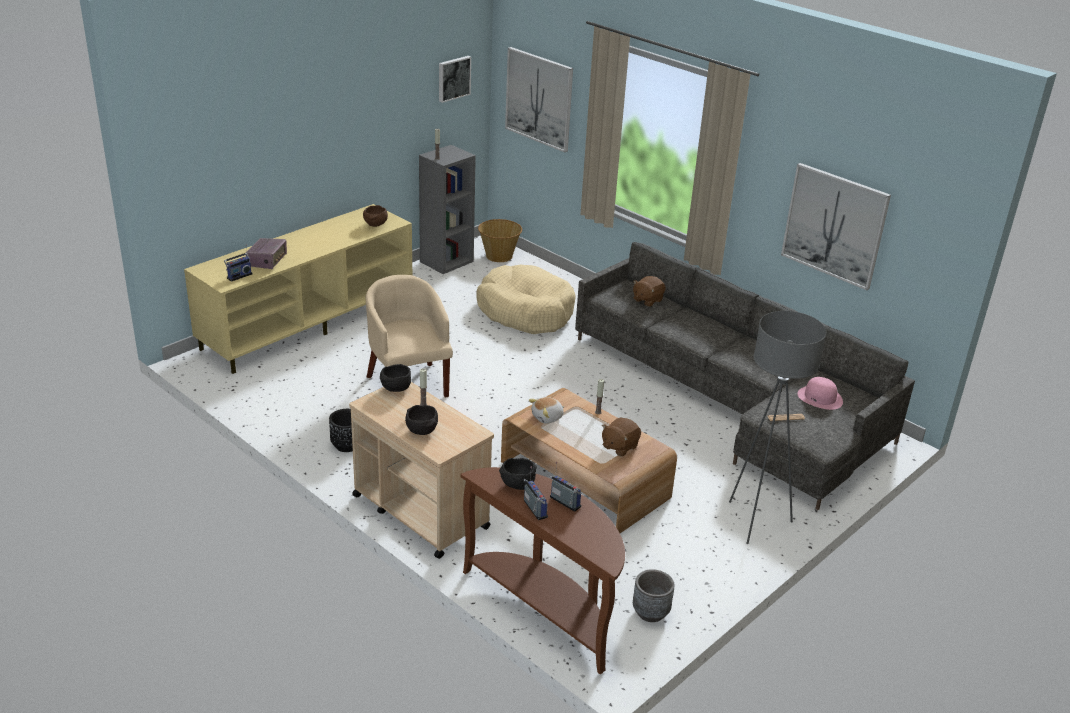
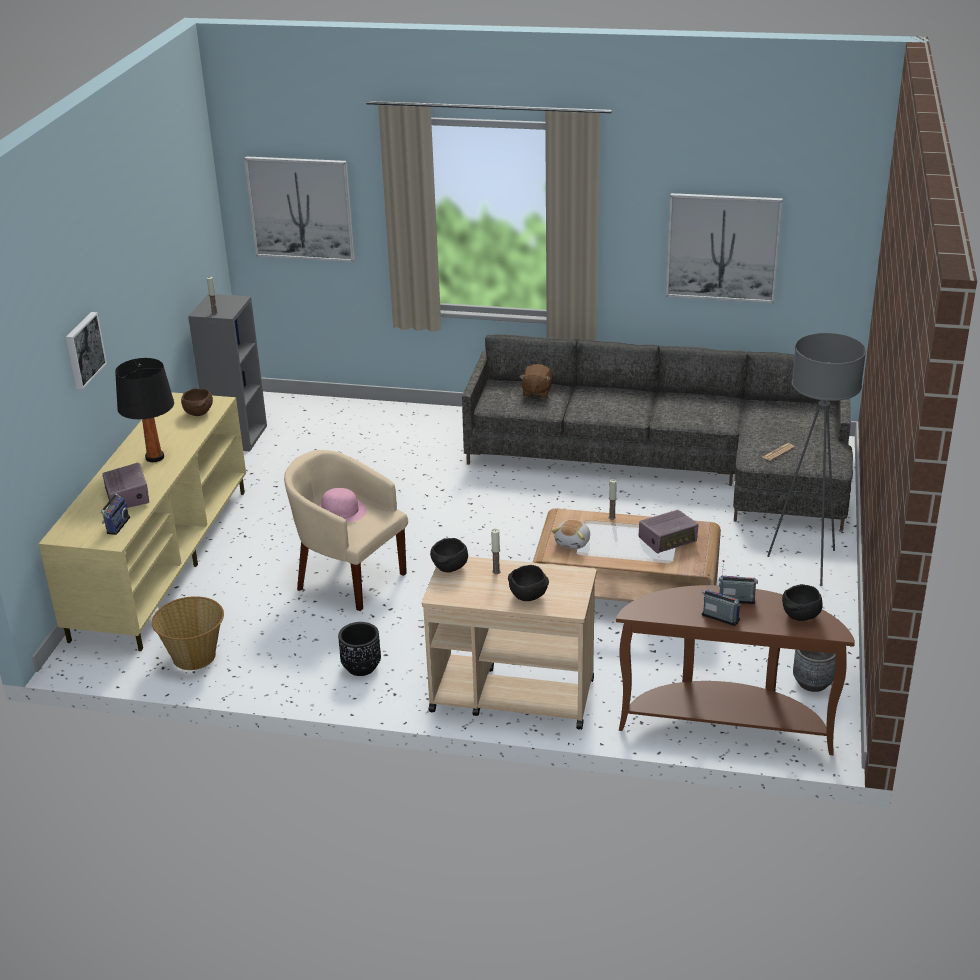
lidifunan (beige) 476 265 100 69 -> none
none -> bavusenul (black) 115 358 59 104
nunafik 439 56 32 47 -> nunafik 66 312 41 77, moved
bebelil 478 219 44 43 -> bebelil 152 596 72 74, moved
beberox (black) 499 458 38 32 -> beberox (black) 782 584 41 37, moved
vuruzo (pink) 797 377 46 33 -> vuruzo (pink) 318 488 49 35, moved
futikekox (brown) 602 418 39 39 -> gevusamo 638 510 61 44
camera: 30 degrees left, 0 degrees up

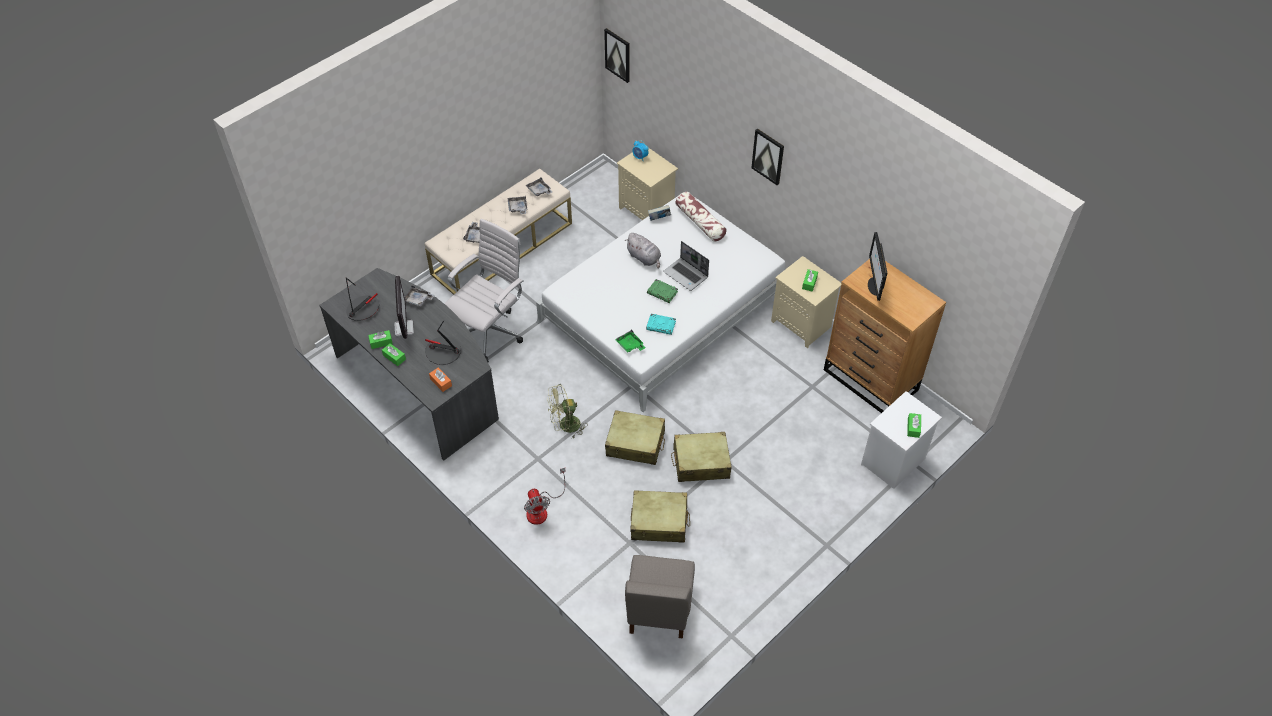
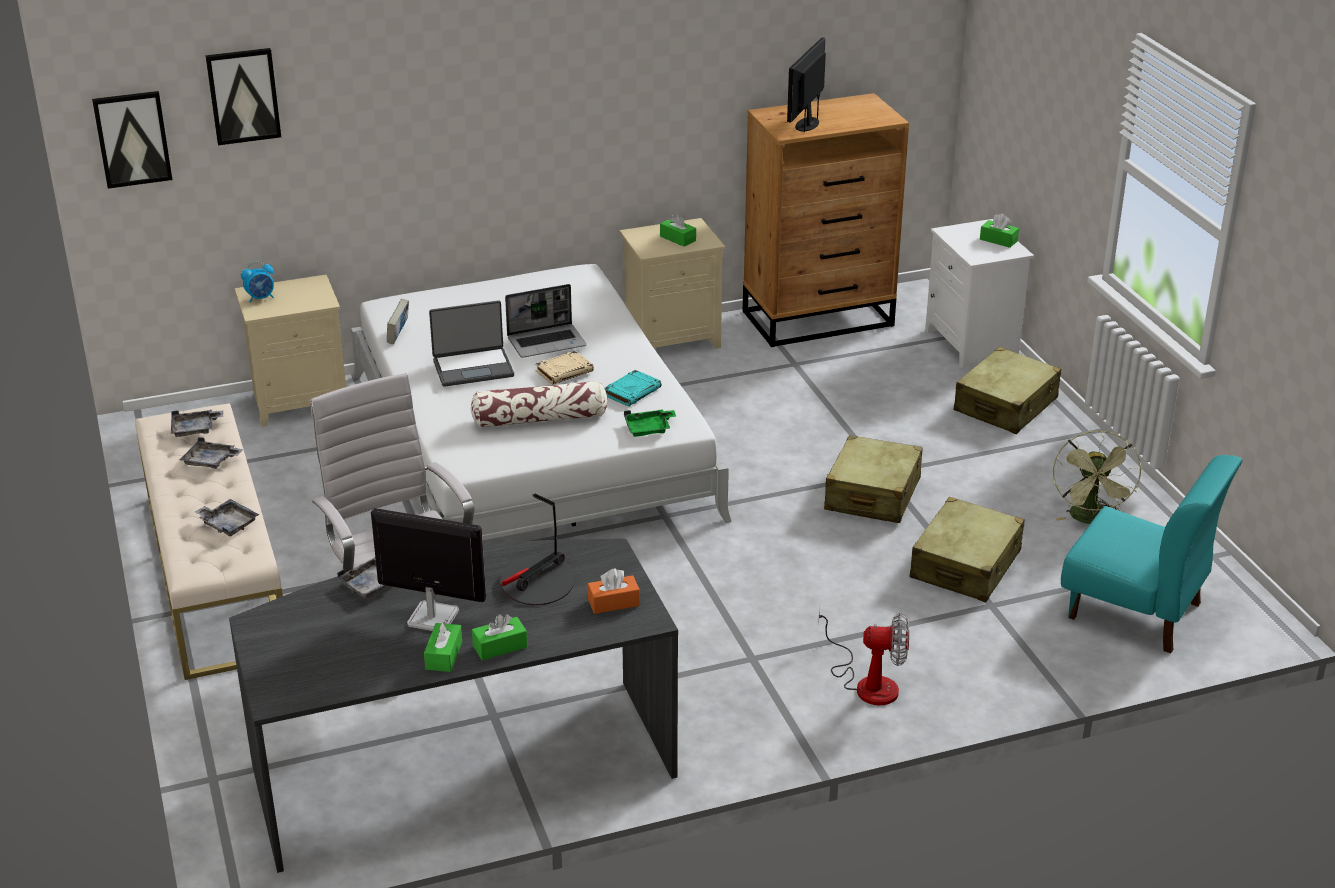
bavusenul 346 277 33 44 -> none
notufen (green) 547 384 41 54 -> notufen (green) 1053 430 89 94, moved
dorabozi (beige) 605 410 60 55 -> dorabozi (beige) 954 347 107 87, moved
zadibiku 675 192 52 50 -> zadibiku 471 381 136 47, moved
nunafik 751 128 33 57 -> nunafik 205 48 76 97, moved
futikekox (grey) 625 233 36 36 -> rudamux 429 300 85 87
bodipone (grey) 625 555 70 84 -> bodipone (turquoise) 1061 455 182 198
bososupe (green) 647 279 31 24 -> bososupe (beige) 535 351 59 34
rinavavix 868 232 19 69 -> rinavavix 787 37 39 95, 90 degrees clockwise
camera: 65 degrees left, 20 degrees down

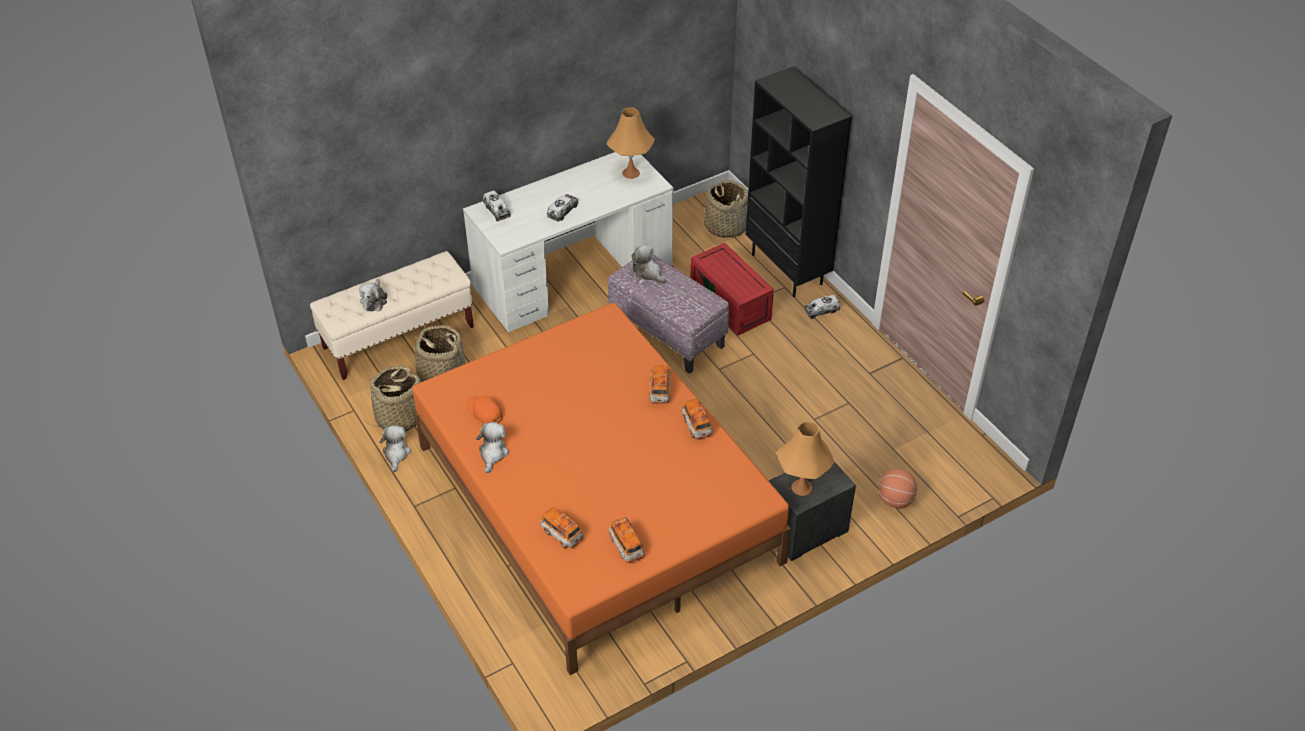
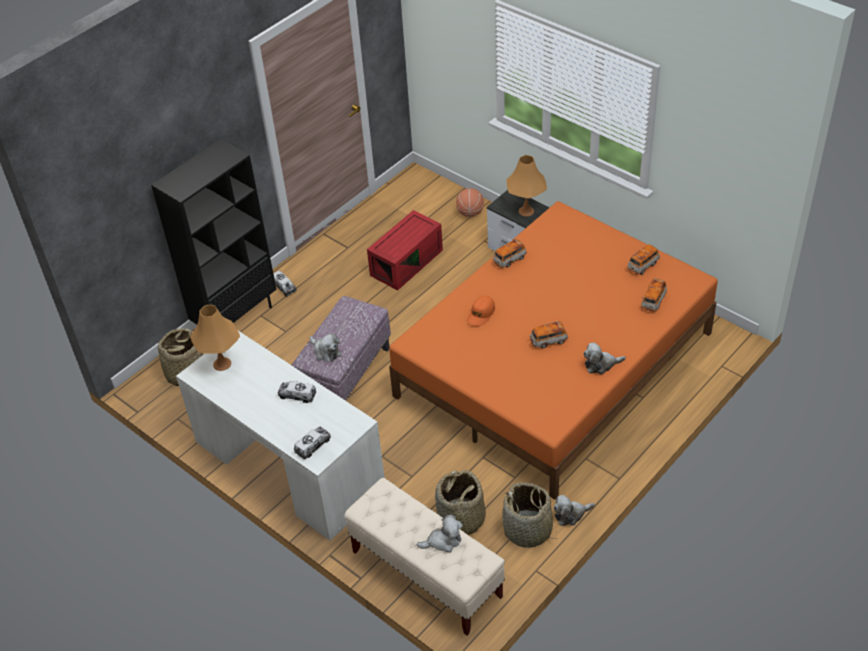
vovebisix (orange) 467 395 36 29 -> vovebisix (orange) 467 296 28 30, moved
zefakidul 649 365 22 39 -> zefakidul 530 321 38 27, moved
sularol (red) 690 243 84 93 -> sularol (red) 367 210 76 81, moved
futikekox 632 245 34 39 -> futikekox 310 334 31 28, 75 degrees counterclockwise
camera: 105 degrees left, 0 degrees up

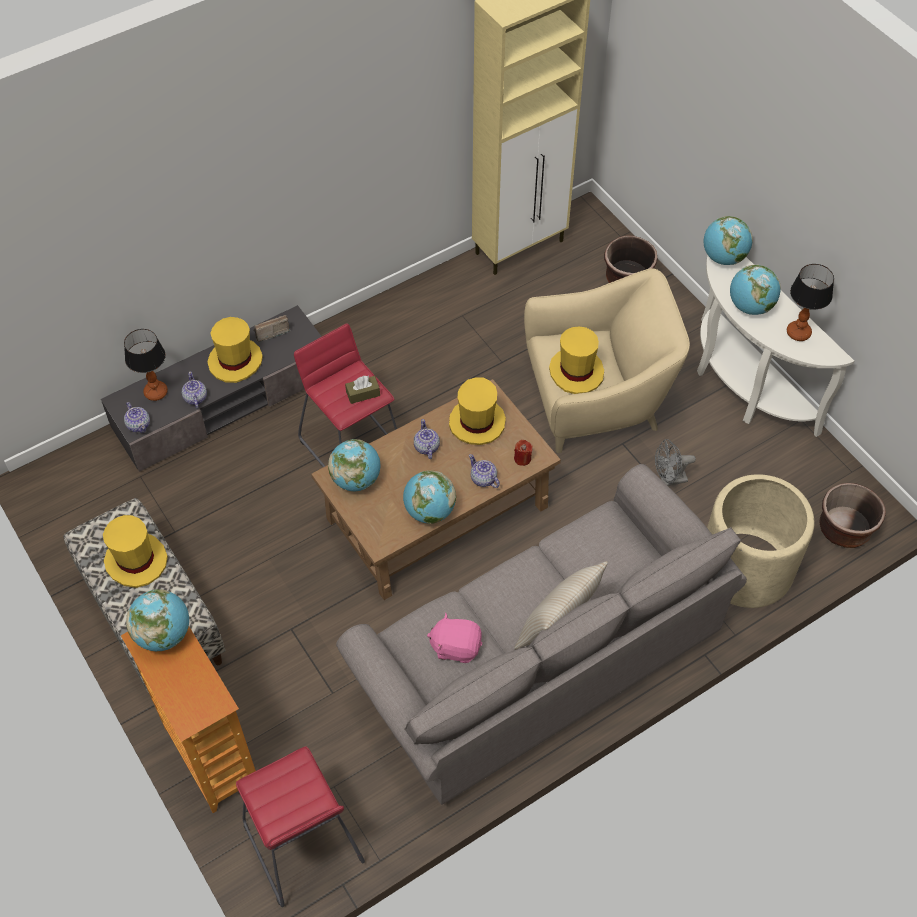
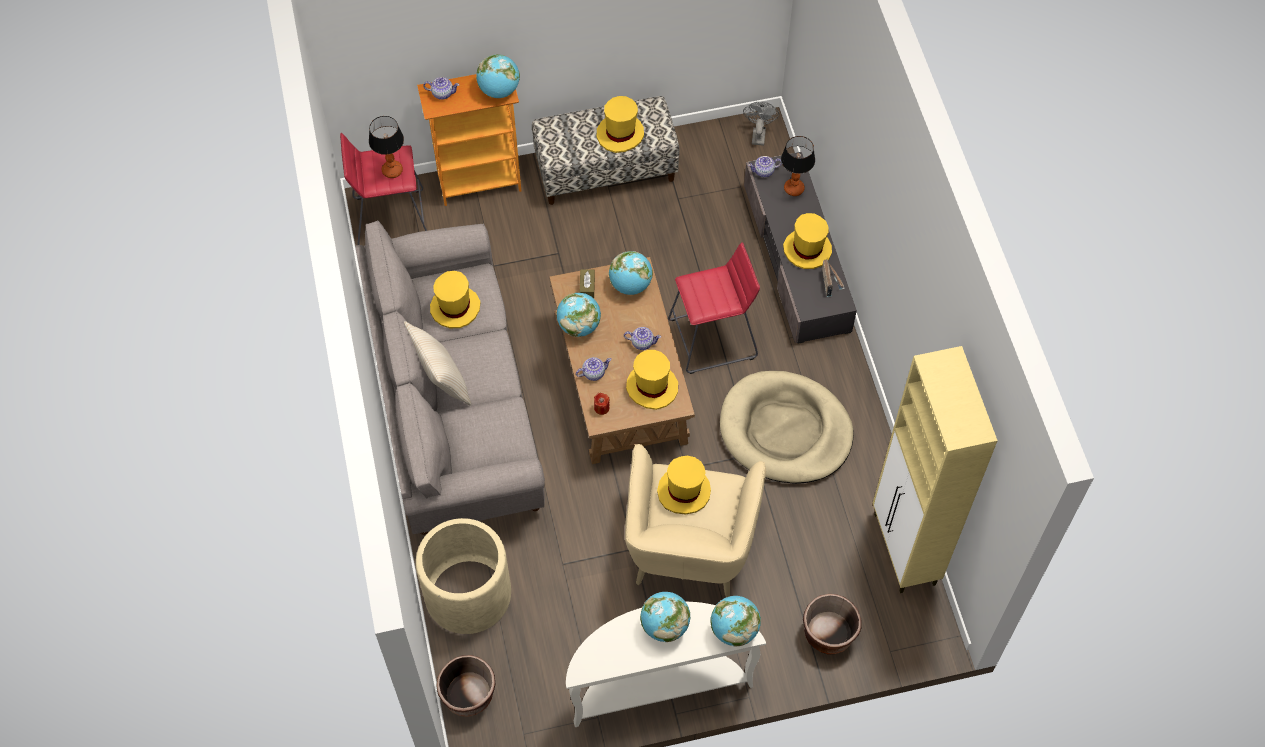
none -> lidifunan (beige) 720 371 134 113
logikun 182 371 25 38 -> logikun 423 77 36 23, moved
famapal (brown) 345 375 35 29 -> famapal (brown) 580 269 15 29, moved
notufen (grey) 655 439 41 47 -> notufen (grey) 743 102 36 44, moved
bavusenul 787 264 47 77 -> bavusenul 369 116 35 62, moved
futikekox (pink) 427 612 55 51 -> vuruzo (yellow) 430 271 50 57
camera: 110 degrees right, 5 degrees up

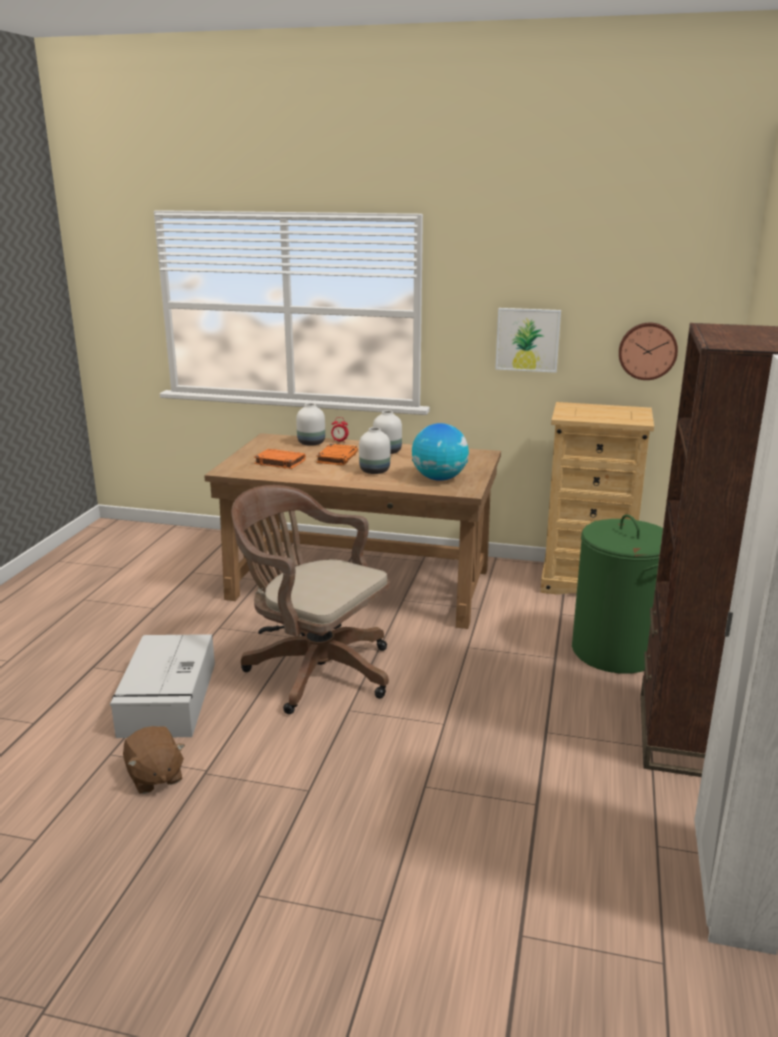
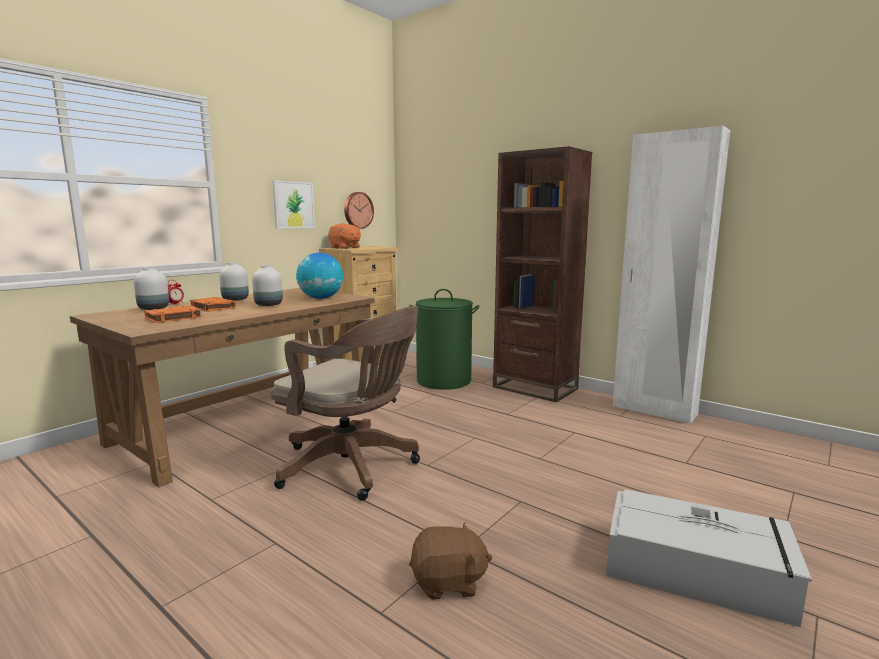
none -> futikekox (orange) 328 223 33 26
sularol (grey) 110 634 105 104 -> sularol (grey) 606 489 206 138, moved
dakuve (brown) 231 485 159 229 -> dakuve (brown) 271 306 149 195, 120 degrees counterclockwise
camera: 65 degrees left, 10 degrees down

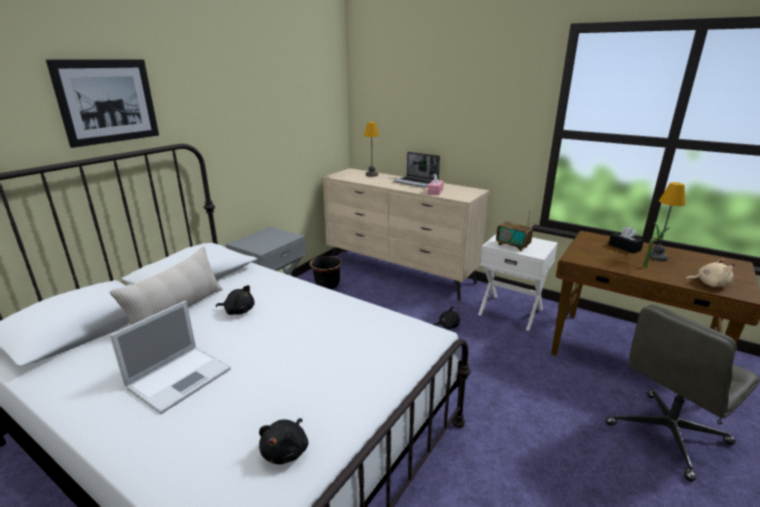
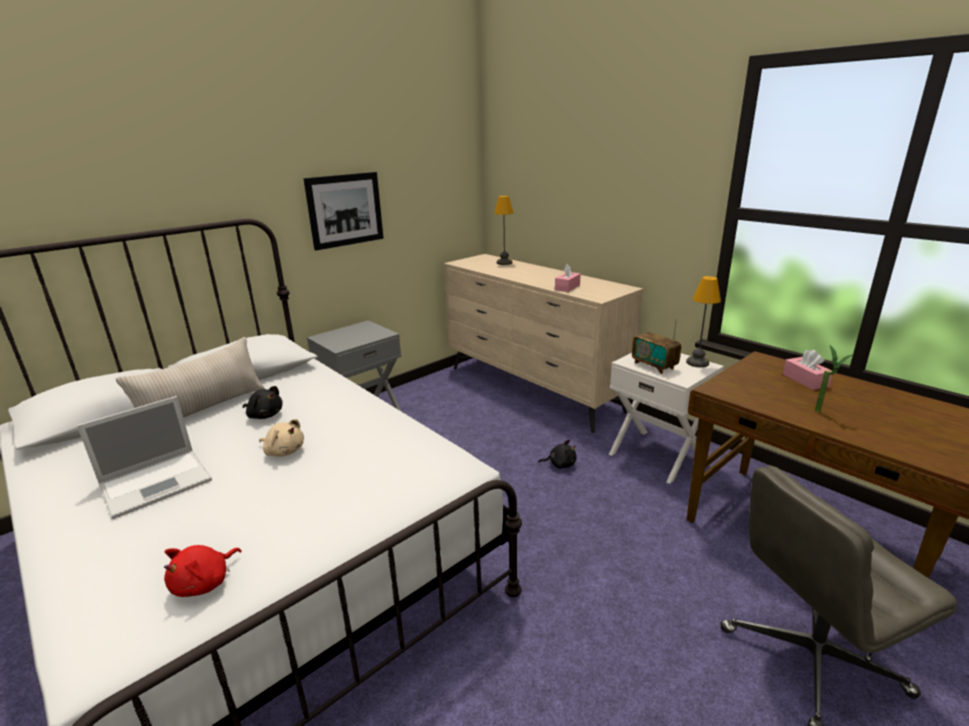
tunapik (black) 310 256 32 34 -> none
rudamux 393 152 47 36 -> none
nunafik 46 59 113 89 -> nunafik 304 172 80 79, moved
bavusenul 649 182 37 79 -> bavusenul 686 276 35 91, moved
futikekox (beige) 685 259 50 28 -> futikekox (beige) 259 419 45 38, moved
futikekox (black) 259 418 49 46 -> futikekox (red) 164 545 78 52
famapal (black) 608 226 36 27 -> famapal (pink) 783 350 49 40
camera: 15 degrees right, 0 degrees up

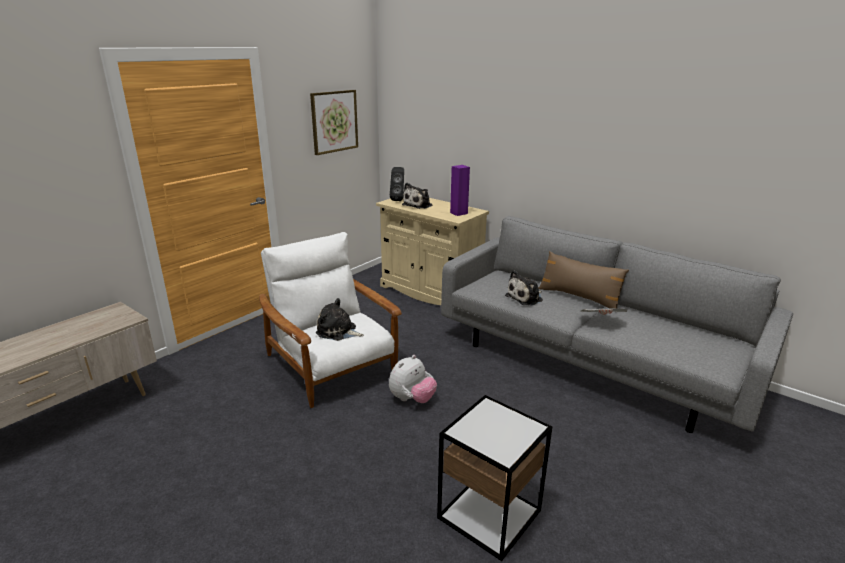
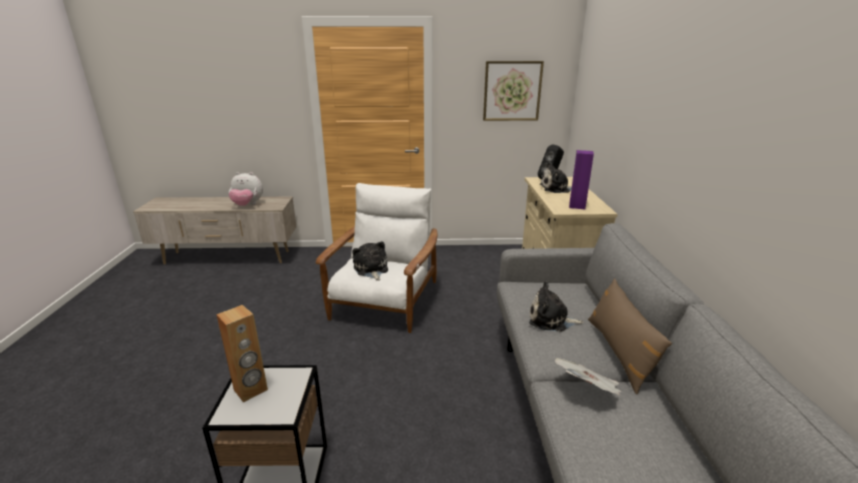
none -> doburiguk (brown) 216 305 52 98
futikekox 389 355 48 48 -> futikekox 229 172 34 34, moved
camera: 50 degrees right, 0 degrees up

